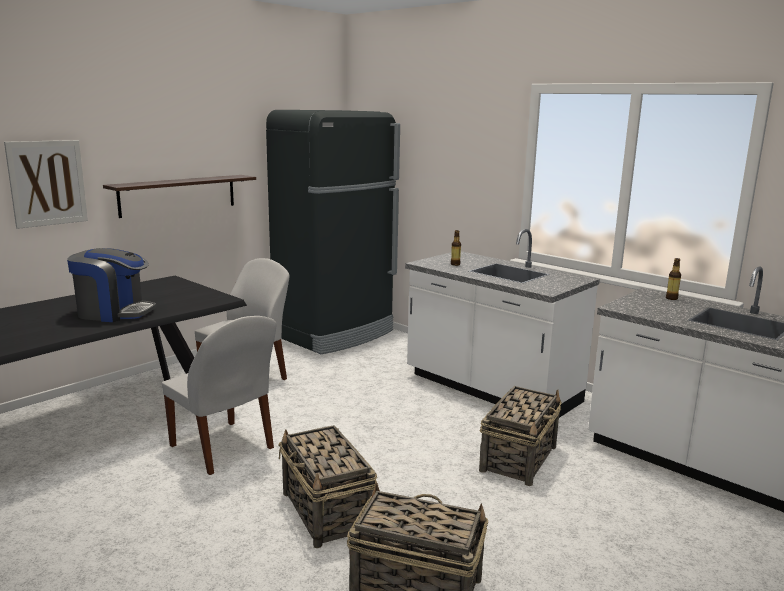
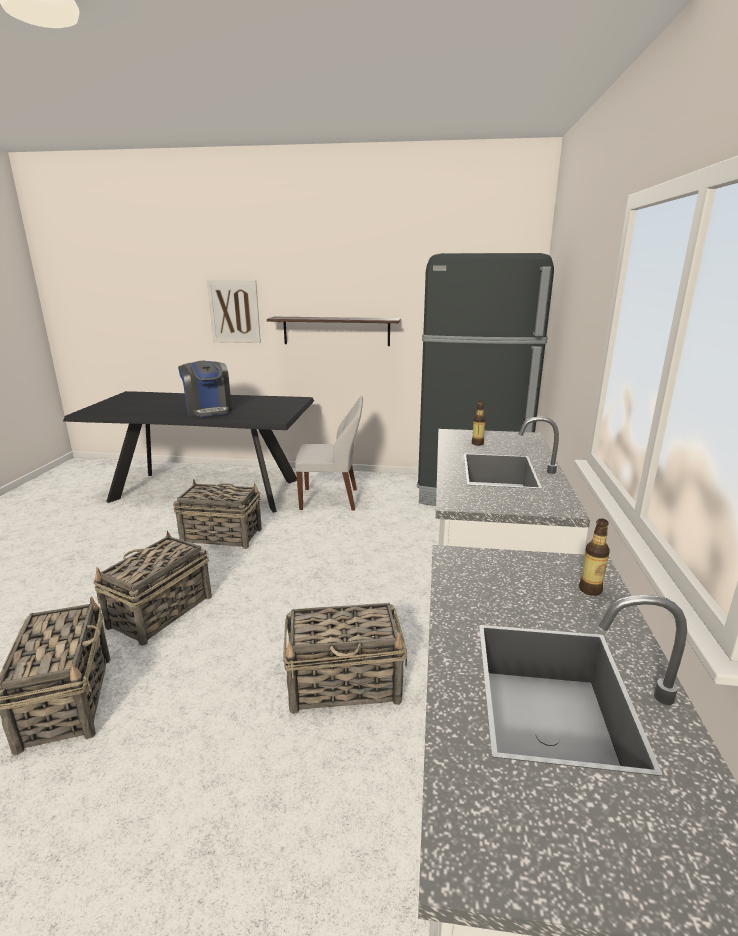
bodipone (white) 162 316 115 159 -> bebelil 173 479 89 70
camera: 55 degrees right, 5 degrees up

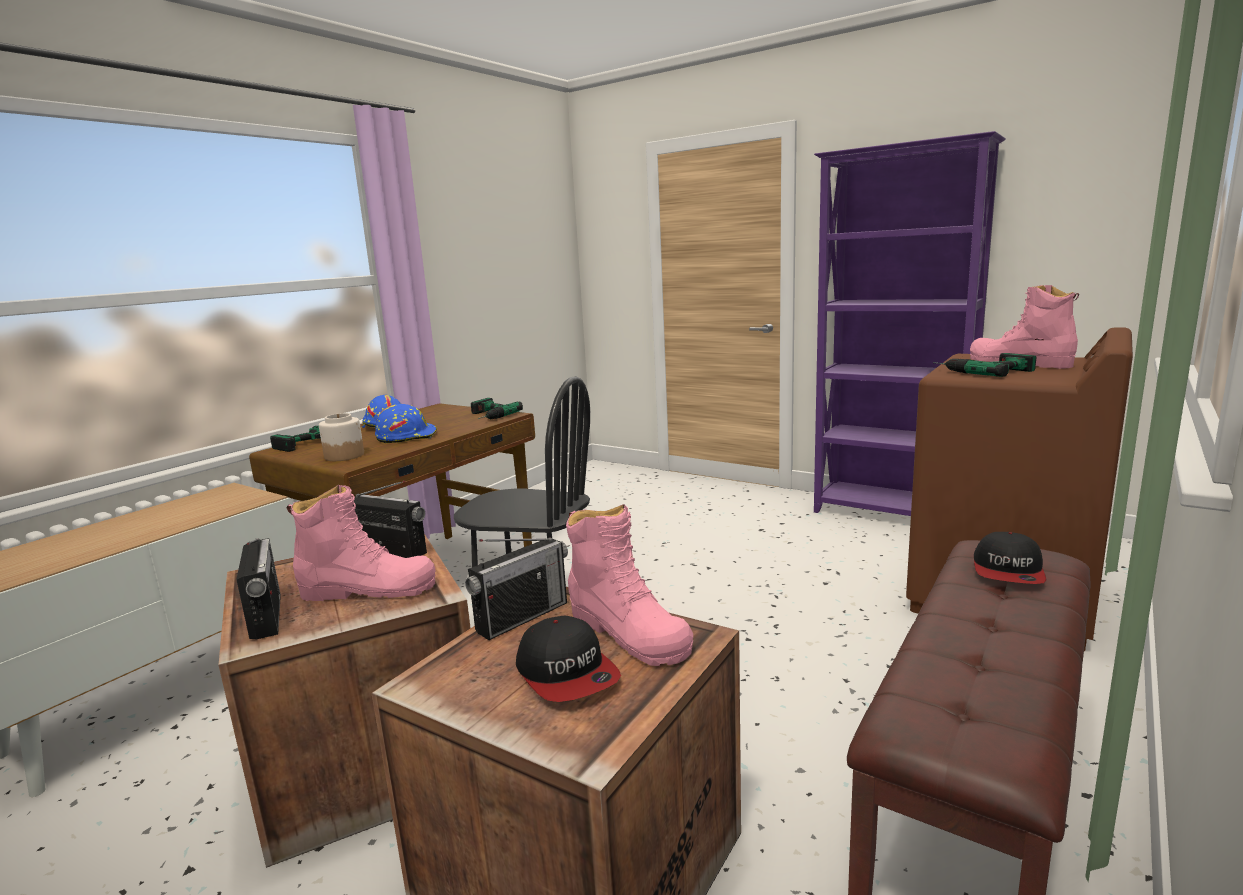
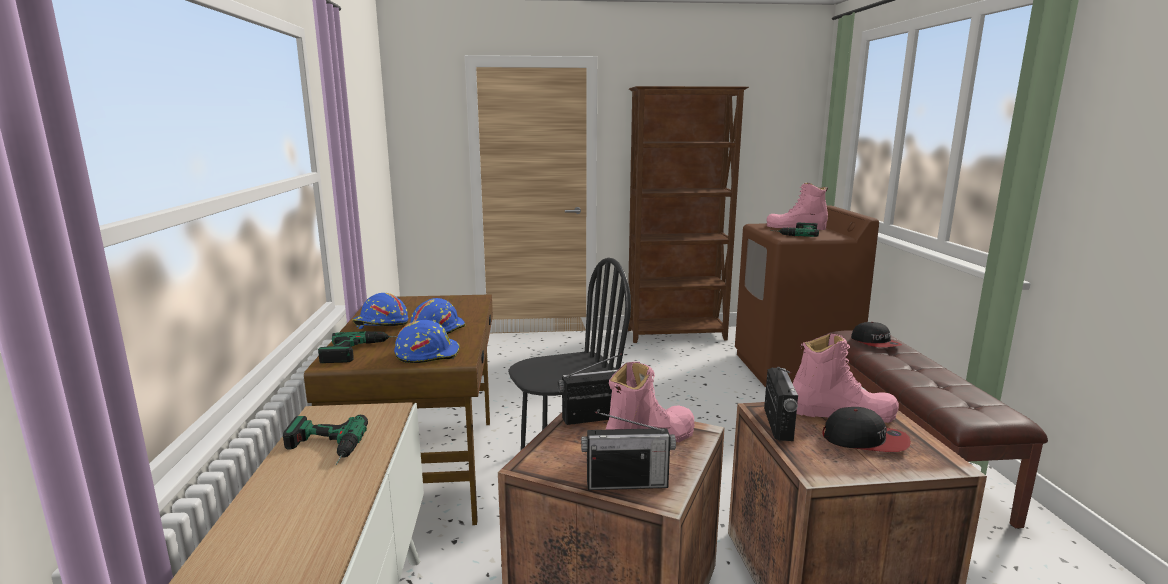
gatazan 471 398 52 21 -> gatazan 283 415 85 50, moved
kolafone 319 413 45 48 -> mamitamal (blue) 394 320 66 43
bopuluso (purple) 814 131 192 385 -> bopuluso (brown) 628 86 121 257
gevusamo 236 538 45 101 -> gevusamo 581 412 95 78, 150 degrees clockwise
camera: 40 degrees left, 0 degrees up

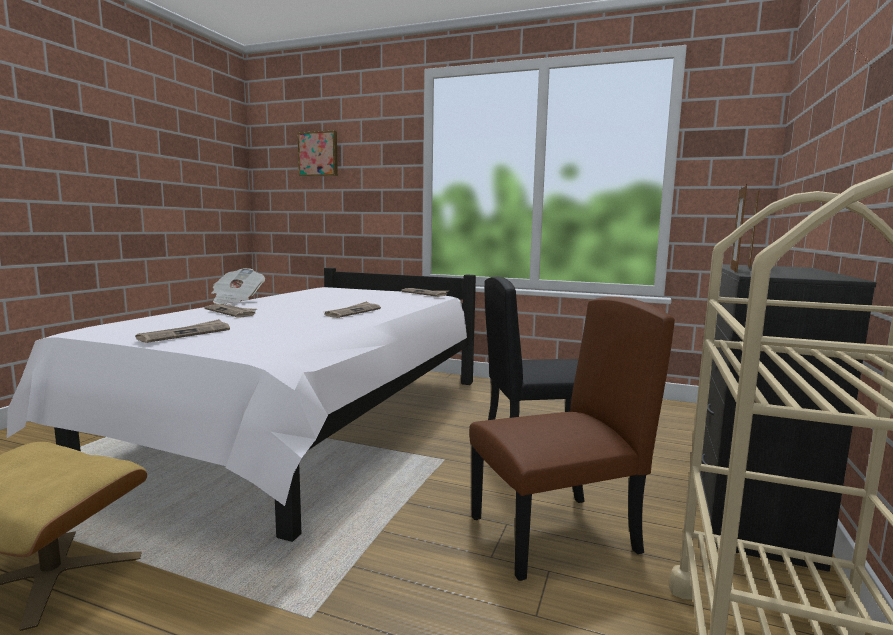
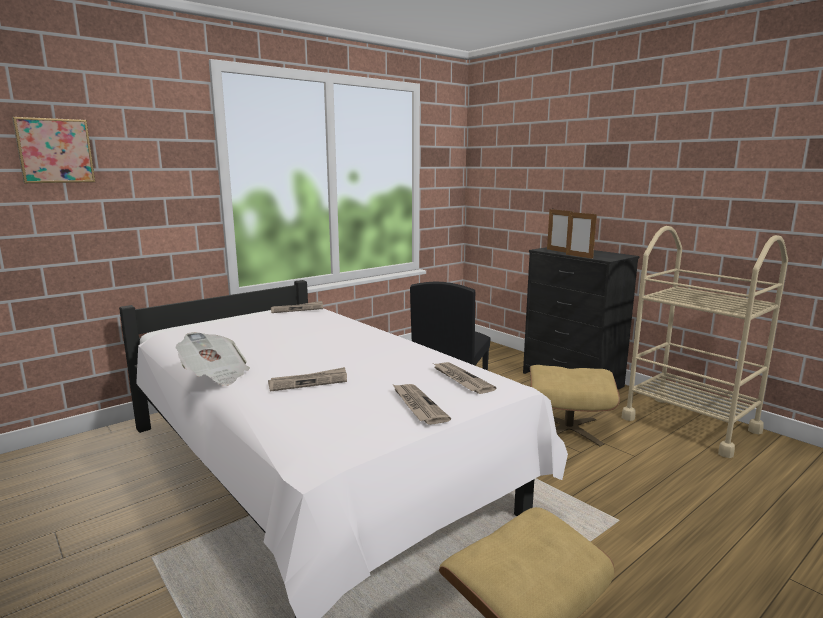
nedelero 324 301 57 17 -> nedelero 434 362 62 32, moved
bodipone (brown) 469 297 206 284 -> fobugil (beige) 530 365 90 82
camera: 60 degrees left, 5 degrees up

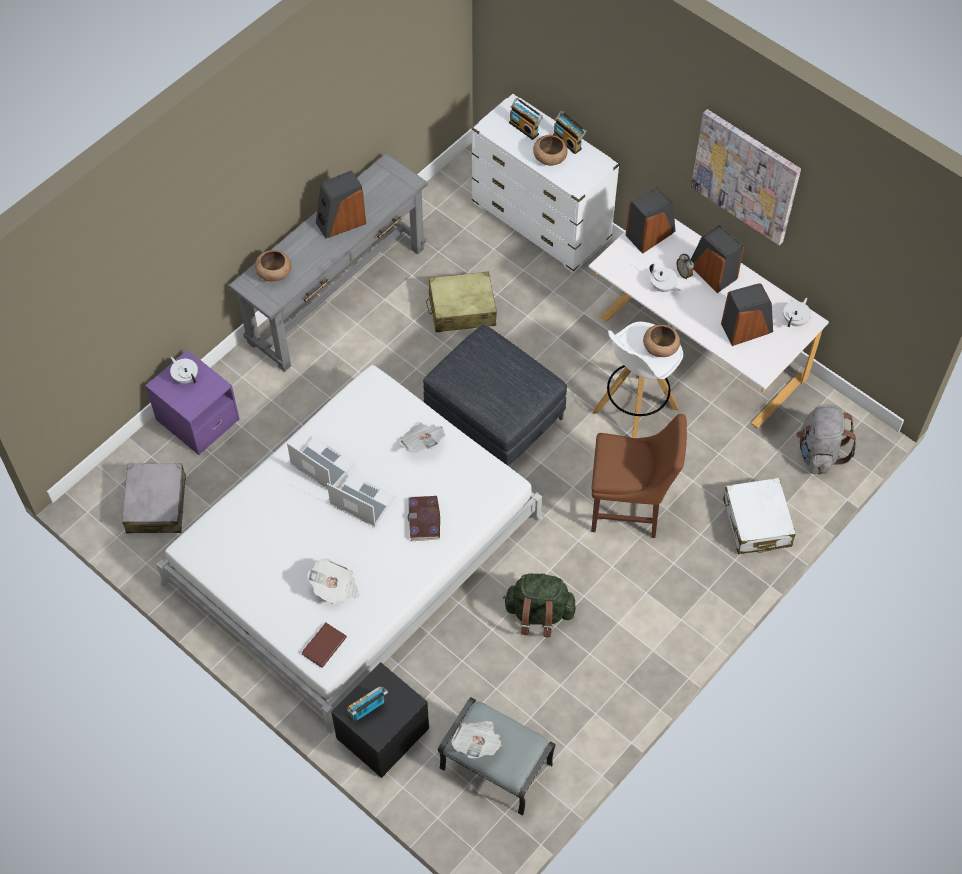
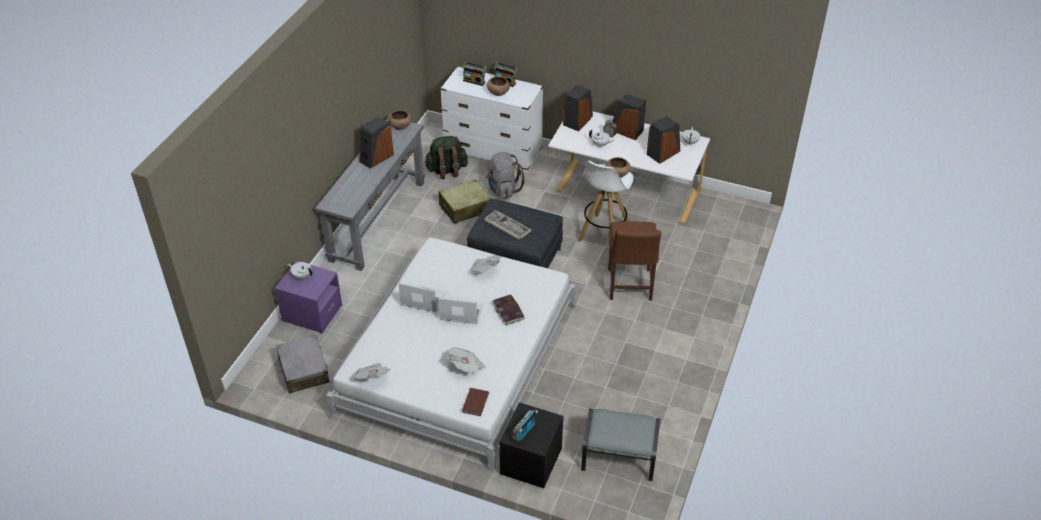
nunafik 691 109 110 136 -> none
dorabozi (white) 723 478 73 76 -> none
none -> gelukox 484 210 48 30
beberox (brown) 255 250 36 32 -> beberox (brown) 388 110 24 20, moved
nedelero 451 721 51 37 -> nedelero 354 363 36 16, moved
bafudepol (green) 503 573 73 64 -> bafudepol (green) 424 136 44 43, moved
bafudepol (grey) 796 404 61 71 -> bafudepol (grey) 485 152 40 47, moved
bodipone (brown) 591 414 96 124 -> bodipone (brown) 608 221 53 80, 105 degrees clockwise
camera: 20 degrees left, 15 degrees down

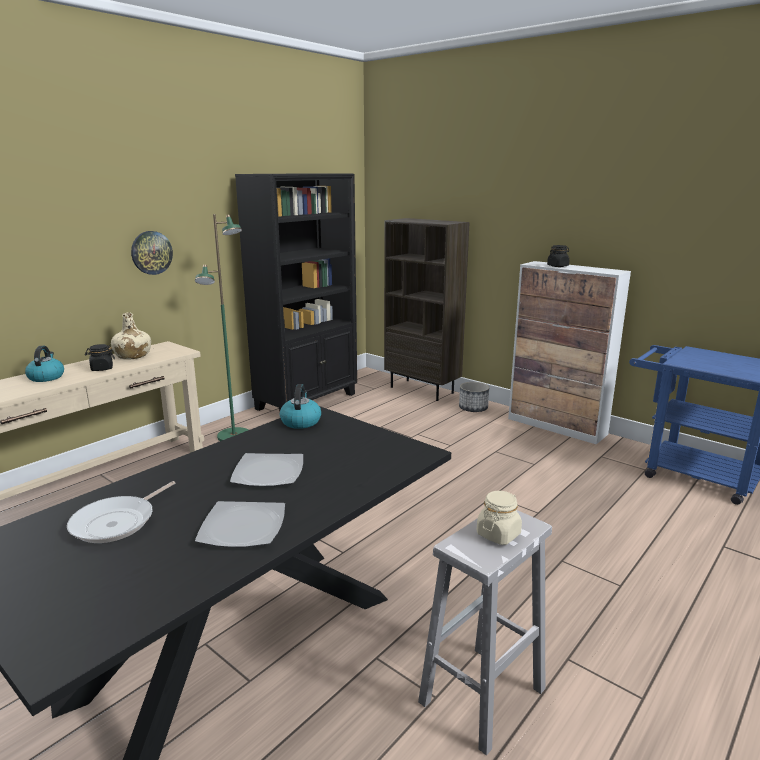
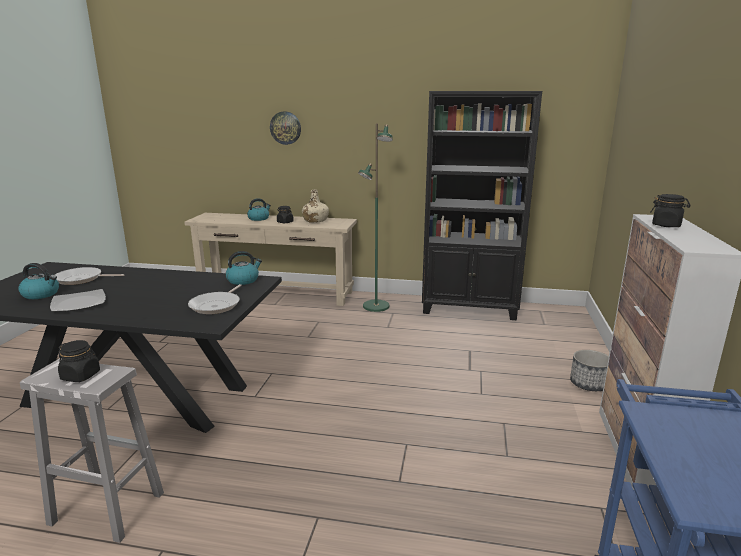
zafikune 230 453 73 34 -> none
bopuluso (brown) 384 218 86 183 -> none
none -> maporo 18 263 41 36
none -> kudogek 188 284 54 30
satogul 131 231 42 44 -> satogul 270 111 31 34, moved
kolafone (beige) 477 491 45 54 -> kolafone (black) 58 340 42 42
camera: 60 degrees right, 0 degrees up

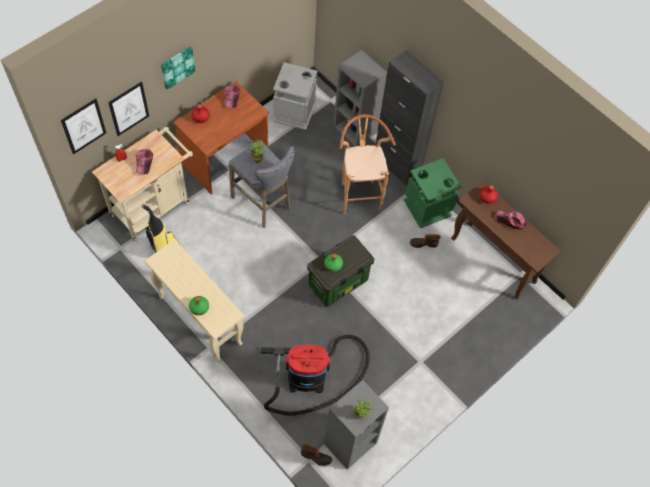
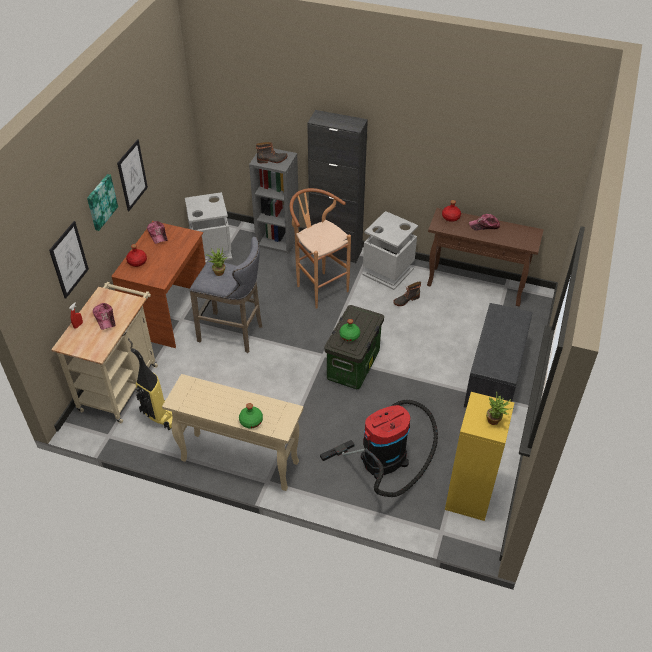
none -> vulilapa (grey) 464 303 68 105
nunafik 61 98 45 57 -> nunafik 117 139 31 72, moved
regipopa 301 444 31 22 -> regipopa 256 142 31 21, moved
bopuluso (grey) 324 380 65 90 -> bopuluso (yellow) 445 392 69 129
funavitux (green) 404 158 57 70 -> funavitux (grey) 363 211 55 79
camera: 25 degrees left, 15 degrees down

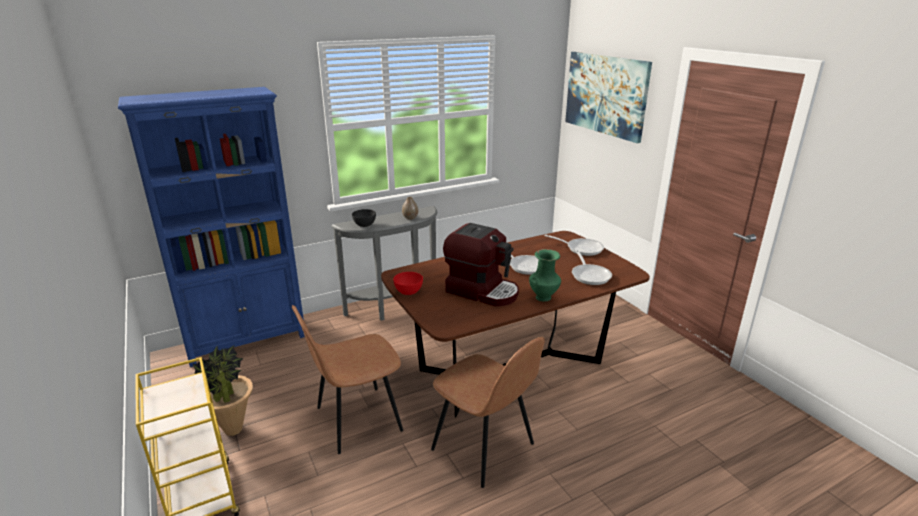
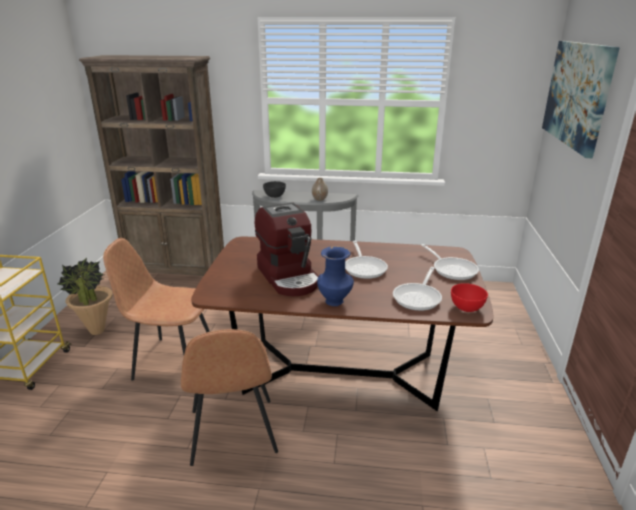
beberox (red) 393 272 30 23 -> beberox (red) 451 283 37 29, moved
bopuluso (blue) 118 87 187 280 -> bopuluso (brown) 79 55 145 221
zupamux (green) 529 249 32 52 -> zupamux (blue) 317 246 37 60
camera: 35 degrees right, 0 degrees up

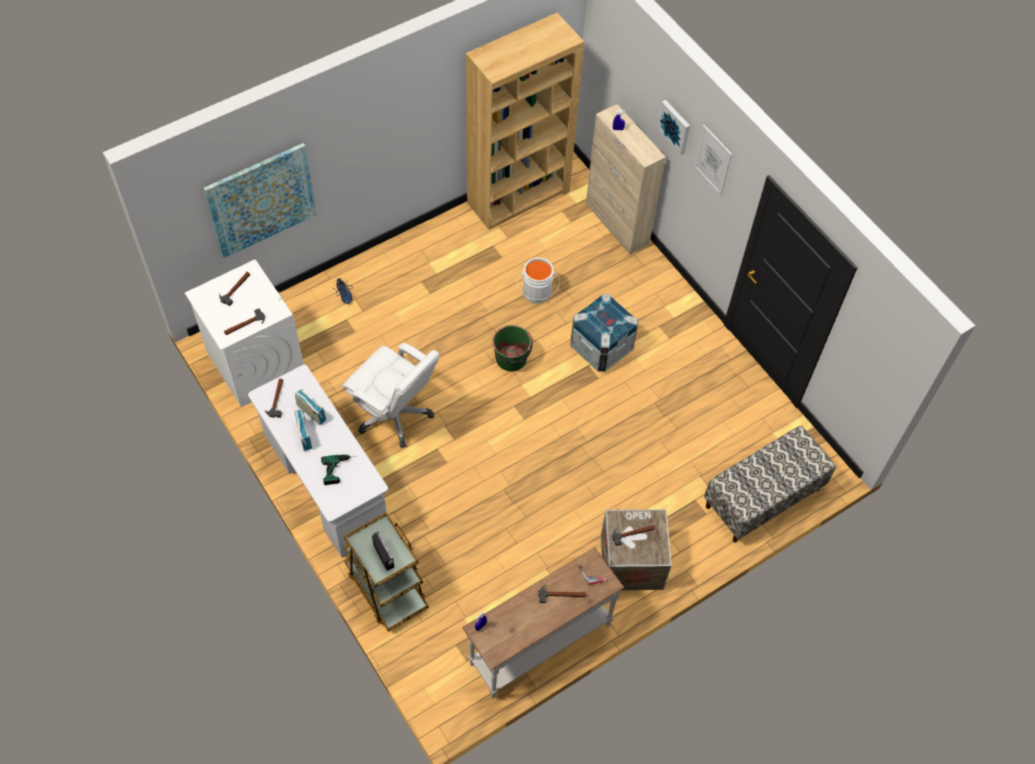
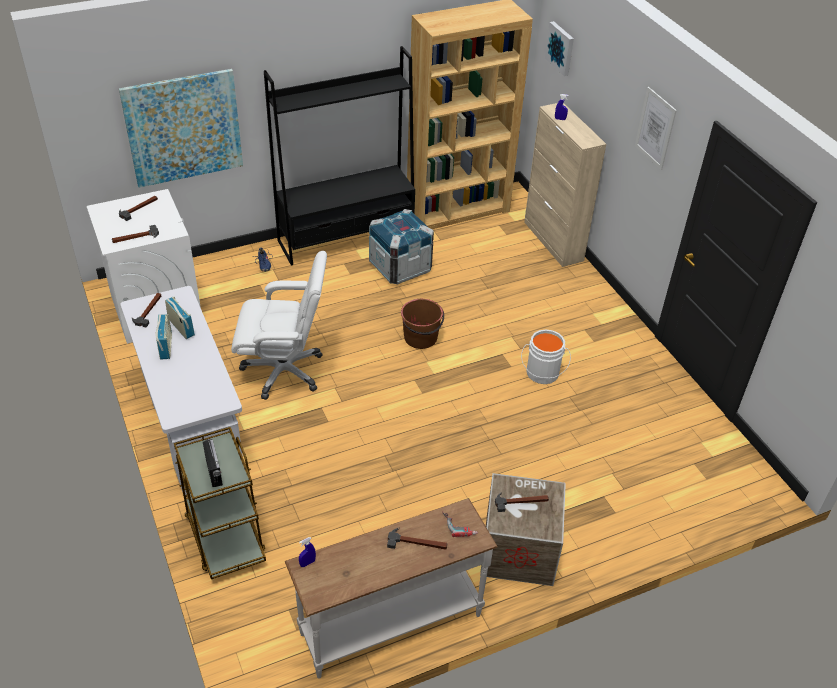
gatazan 321 455 35 30 -> none
vulilapa 704 426 132 117 -> none
none -> bopuluso (black) 264 46 151 220
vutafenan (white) 517 258 43 45 -> vutafenan (white) 521 329 50 55, moved
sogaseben 571 294 67 78 -> sogaseben 369 209 65 75, moved
nunafik 657 100 33 55 -> nunafik 545 21 29 55, moved
vutafenan (green) 492 325 41 46 -> vutafenan (brown) 401 299 43 50
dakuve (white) 342 343 98 105 -> dakuve (white) 231 251 96 149, 45 degrees counterclockwise
camera: 10 degrees right, 15 degrees down

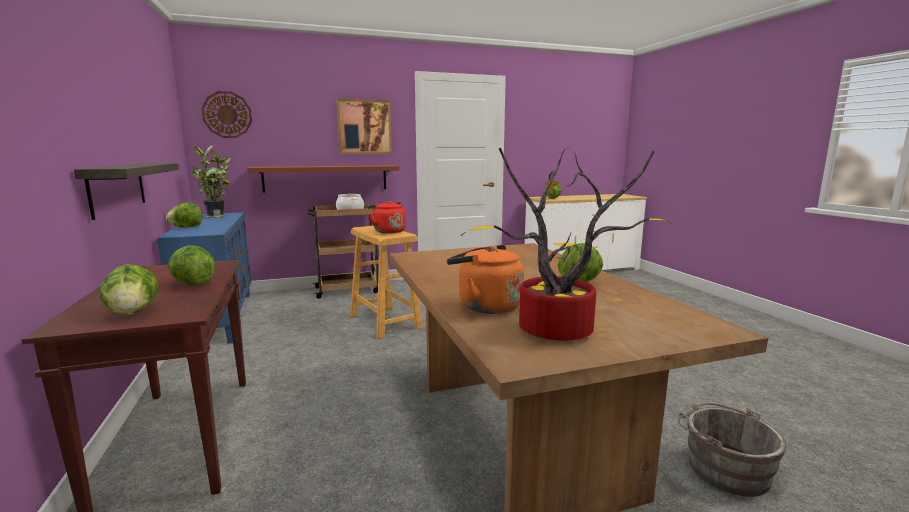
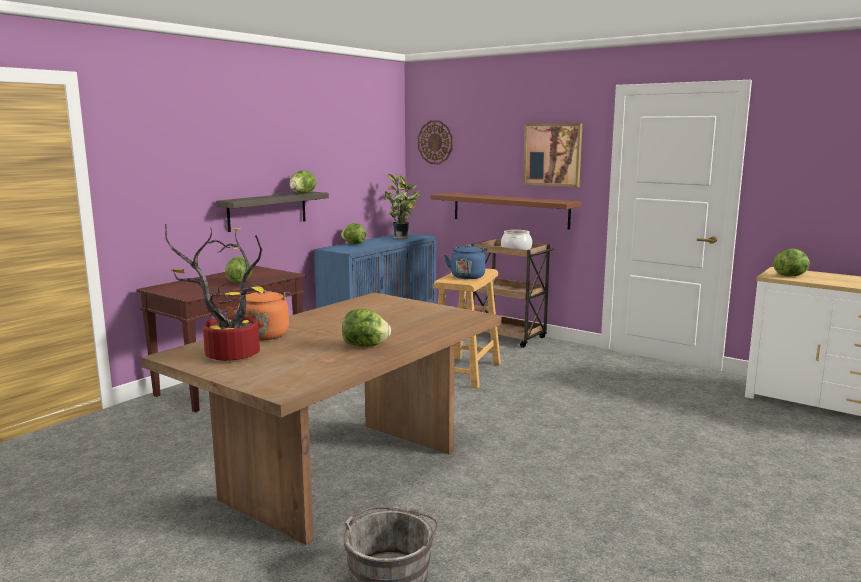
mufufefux 99 264 59 51 -> mufufefux 289 170 27 24, moved
maporo (red) 368 201 38 33 -> maporo (blue) 444 244 43 35
camera: 55 degrees right, 0 degrees up

